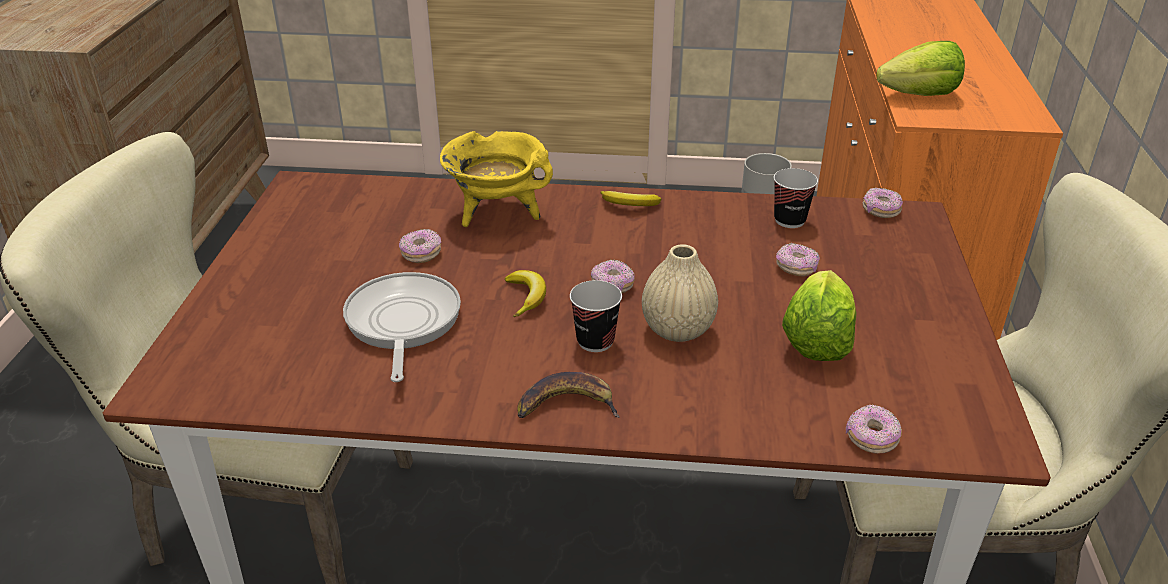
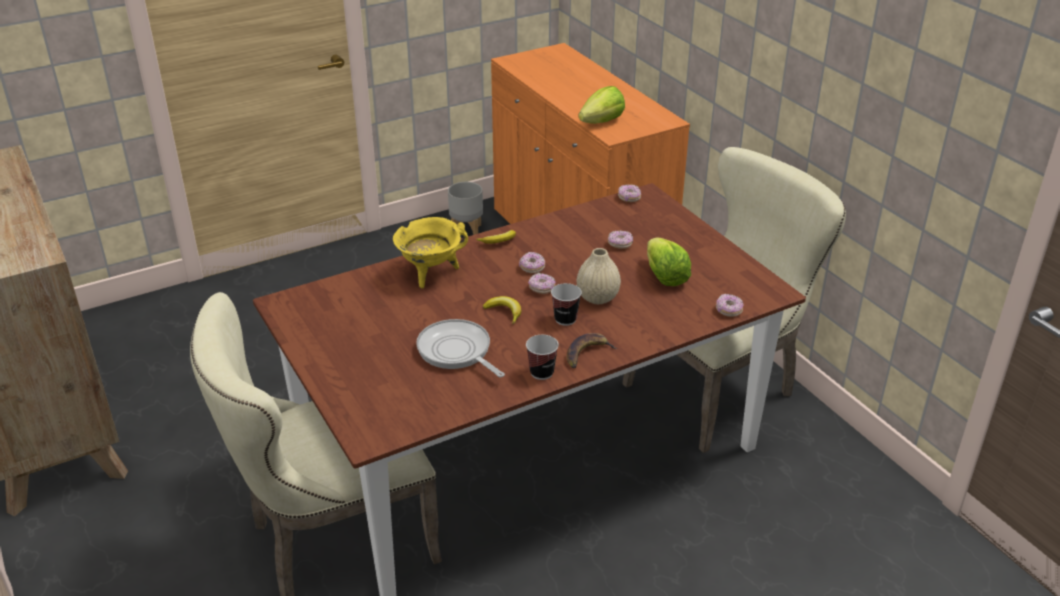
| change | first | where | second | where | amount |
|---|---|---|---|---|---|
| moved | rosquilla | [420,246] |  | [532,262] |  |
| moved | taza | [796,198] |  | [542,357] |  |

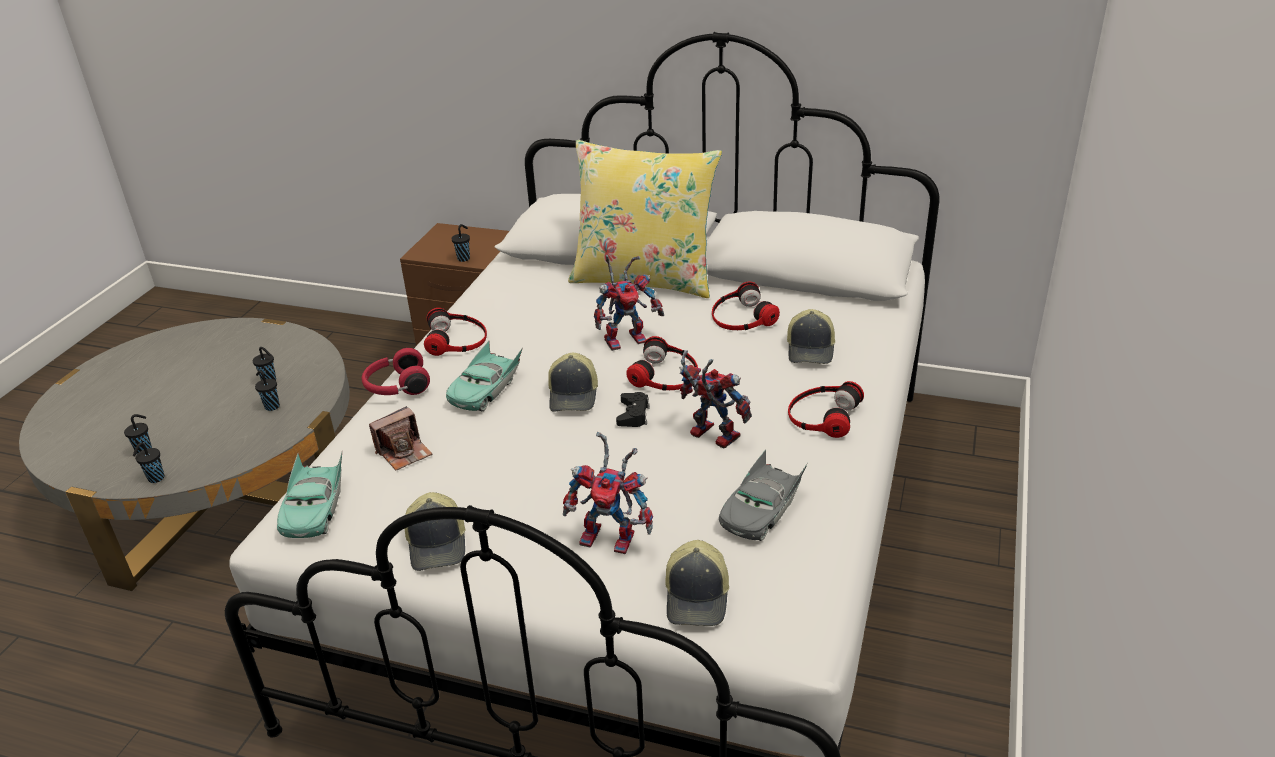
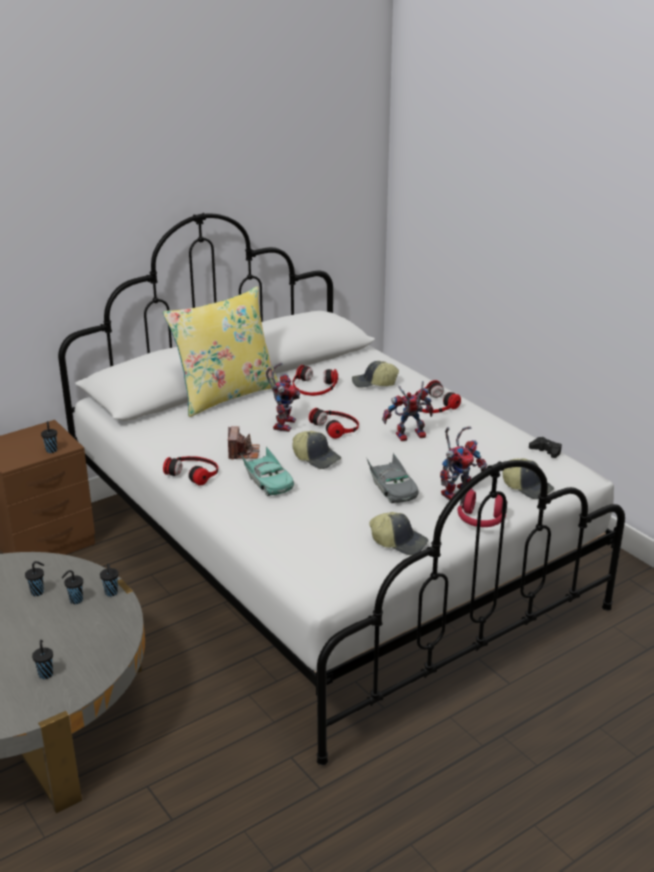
| change | first | where | second | where | amount |
|---|---|---|---|---|---|
| removed | coche de juguete [turquesa] | [309,495] |  |  |  |
| moved | taza [negro] | [149,463] |  | [109,580] |  |
| moved | auriculares [rojo] | [396,371] |  | [482,508] |  |
| moved | cámara | [400,438] |  | [244,443] |  |
| moved | mando de consola [negro] | [633,409] |  | [545,447] |  |
| moved | coche de juguete [gris] | [763,495] |  | [393,478] |  |
| turned | gorra | [811,336] |  | [375,374] | 135 degrees clockwise |

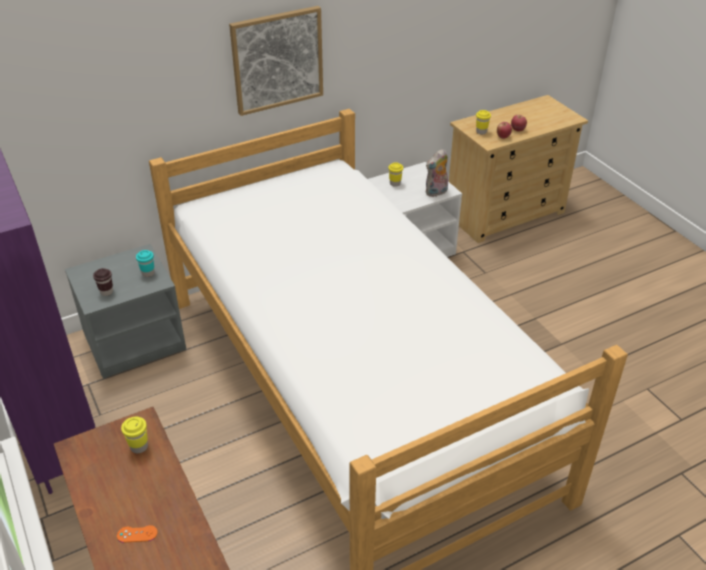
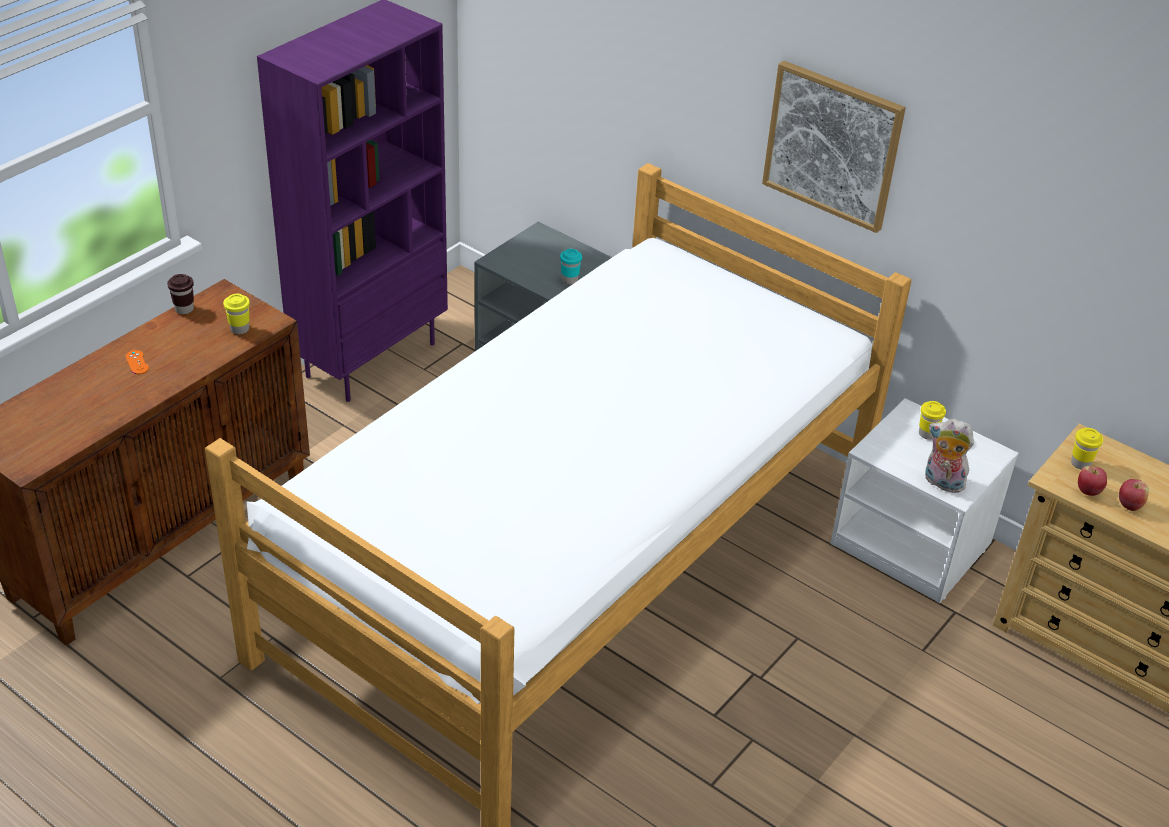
| change | first | where | second | where | amount |
|---|---|---|---|---|---|
| moved | taza [marrón] | [103,282] |  | [180,294] |  |

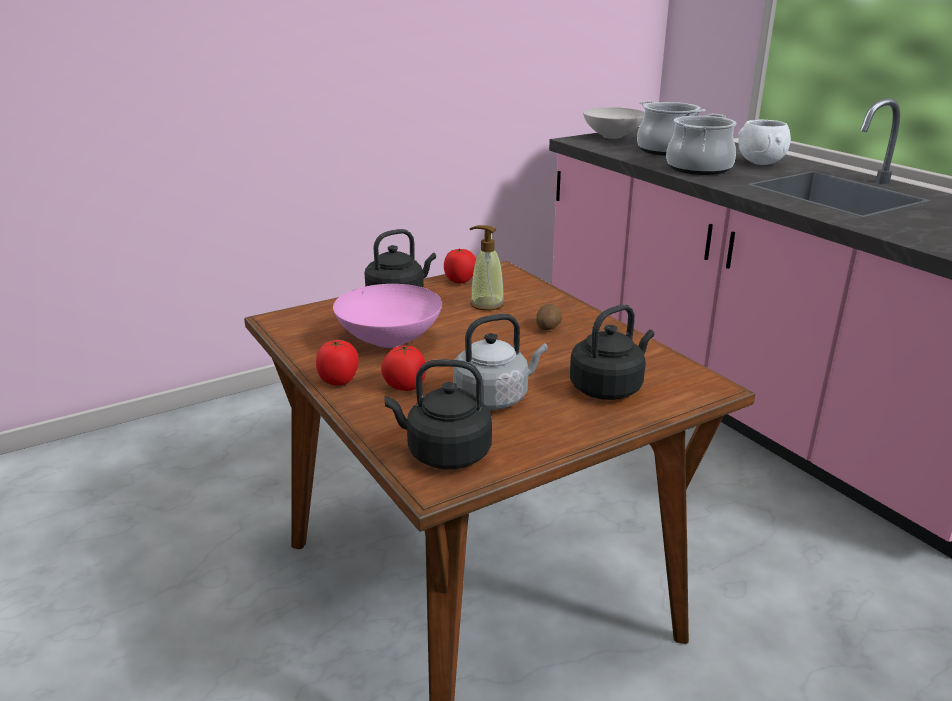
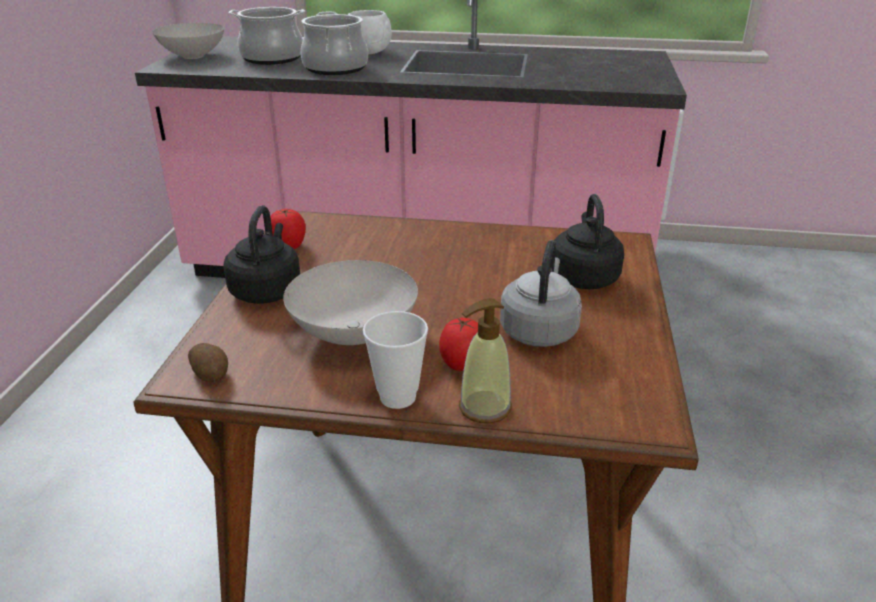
| change | first | where | second | where | amount |
|---|---|---|---|---|---|
| removed | hervidor [negro] | [438,414] |  |  |  |
| moved | dispensador de jabón | [487,268] |  | [485,361] |  |
| moved | patata | [549,317] |  | [208,362] |  |
| replaced | tomate | [337,362] | taza | [395,360] |  |
| recoloured | cuenco [rosa] | [387,316] | cuenco [blanco] | [350,302] |  |

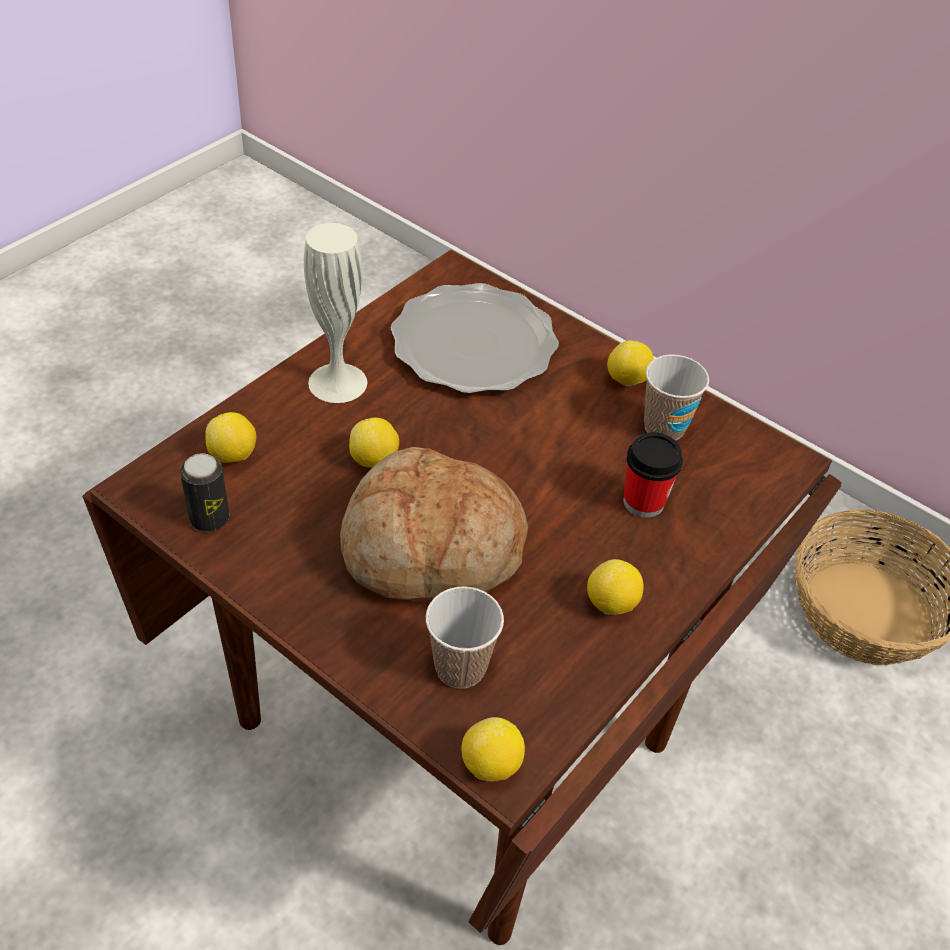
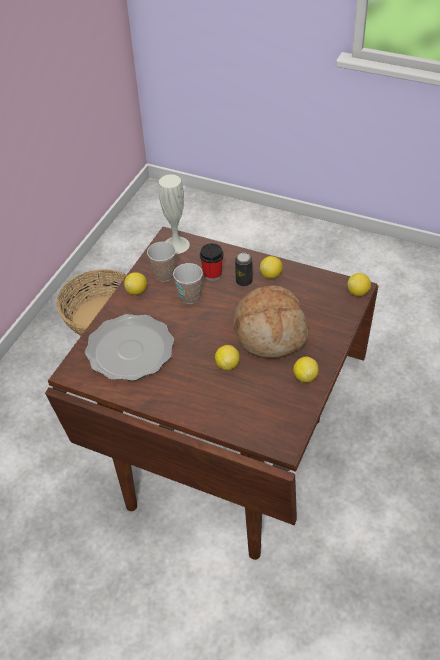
| change | first | where | second | where | amount |
|---|---|---|---|---|---|
| moved | lata | [204,492] |  | [243,269] |  |
| moved | limón | [230,437] |  | [306,369] |  |
| moved | florero [blanco] | [335,313] |  | [174,214] |  |
| moved | taza | [465,637] |  | [188,283] |  |

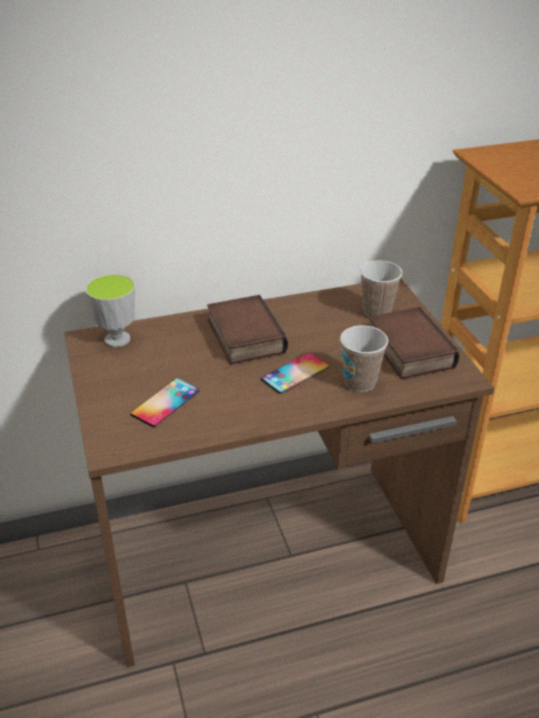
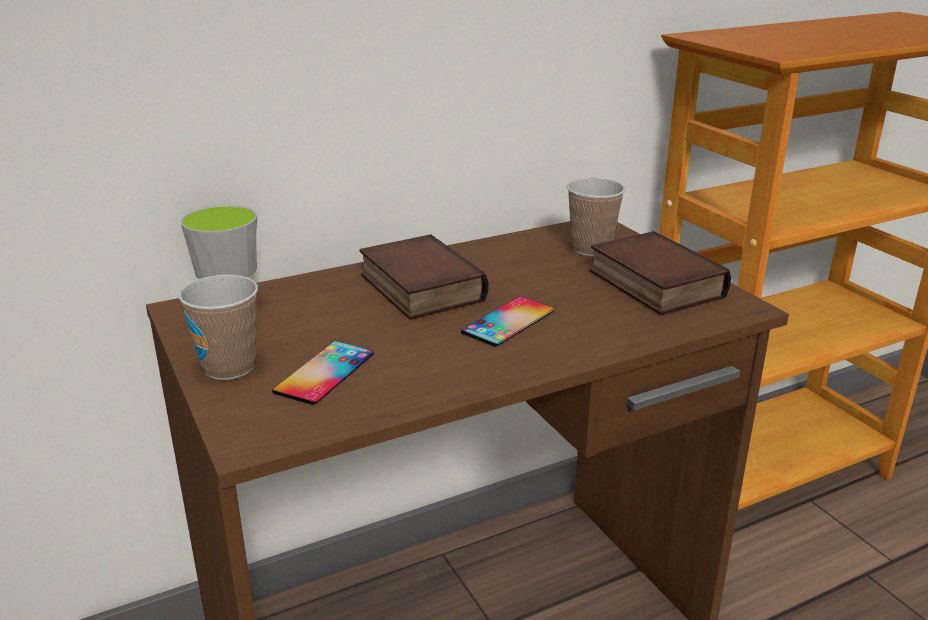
| change | first | where | second | where | amount |
|---|---|---|---|---|---|
| moved | taza | [364,358] |  | [218,327] |  |

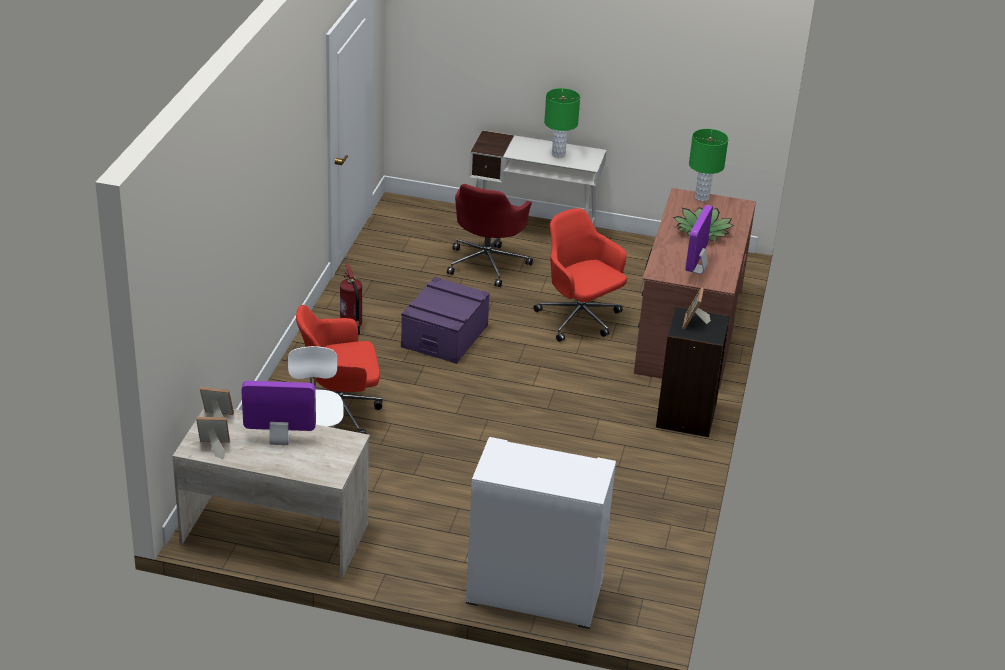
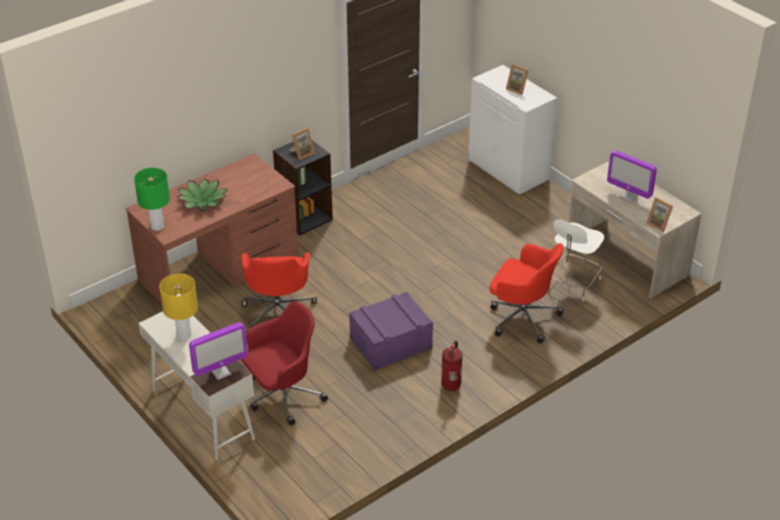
| change | first | where | second | where | amount |
|---|---|---|---|---|---|
| moved | portarretratos | [213,438] |  | [517,79] |  |
| moved | monitor | [699,239] |  | [218,351] |  |
| recoloured | lámpara de mesa [verde] | [562,123] | lámpara de mesa [amarillo] | [178,307] |  |

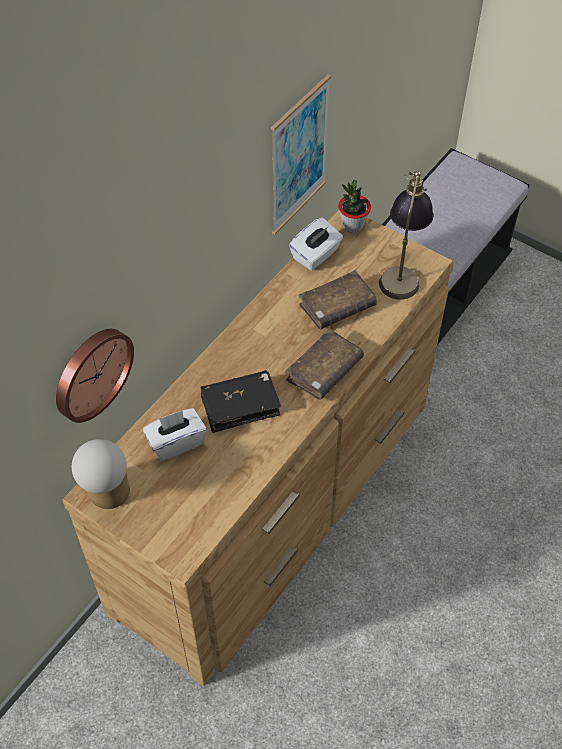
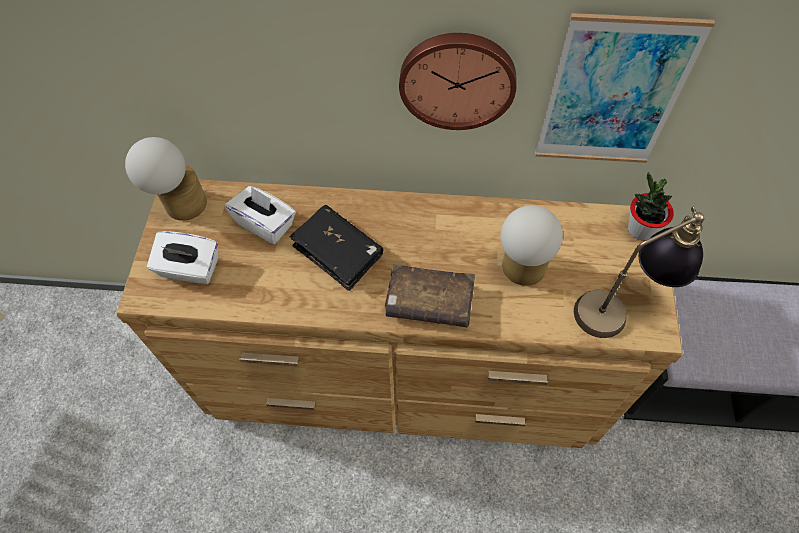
| change | first | where | second | where | amount |
|---|---|---|---|---|---|
| moved | reloj de pared | [95,376] |  | [457,81] |  |
| moved | caja de pañuelos [blanco] | [316,244] |  | [182,257] |  |
| replaced | libro [marrón] | [337,299] | lámpara de mesa | [532,245] |  |

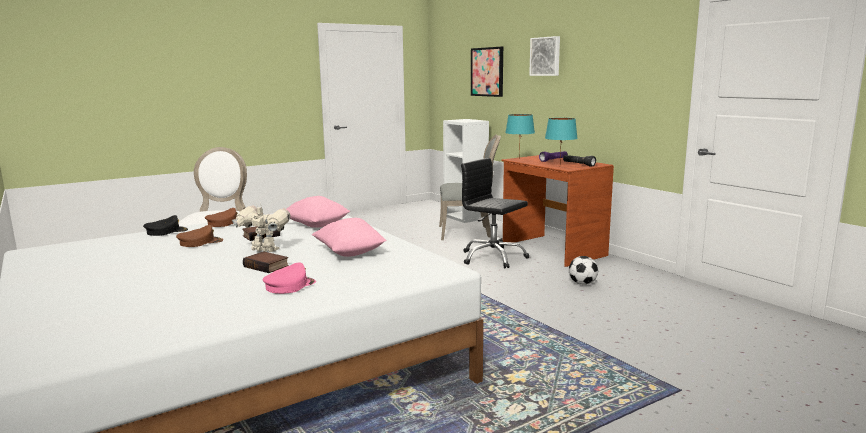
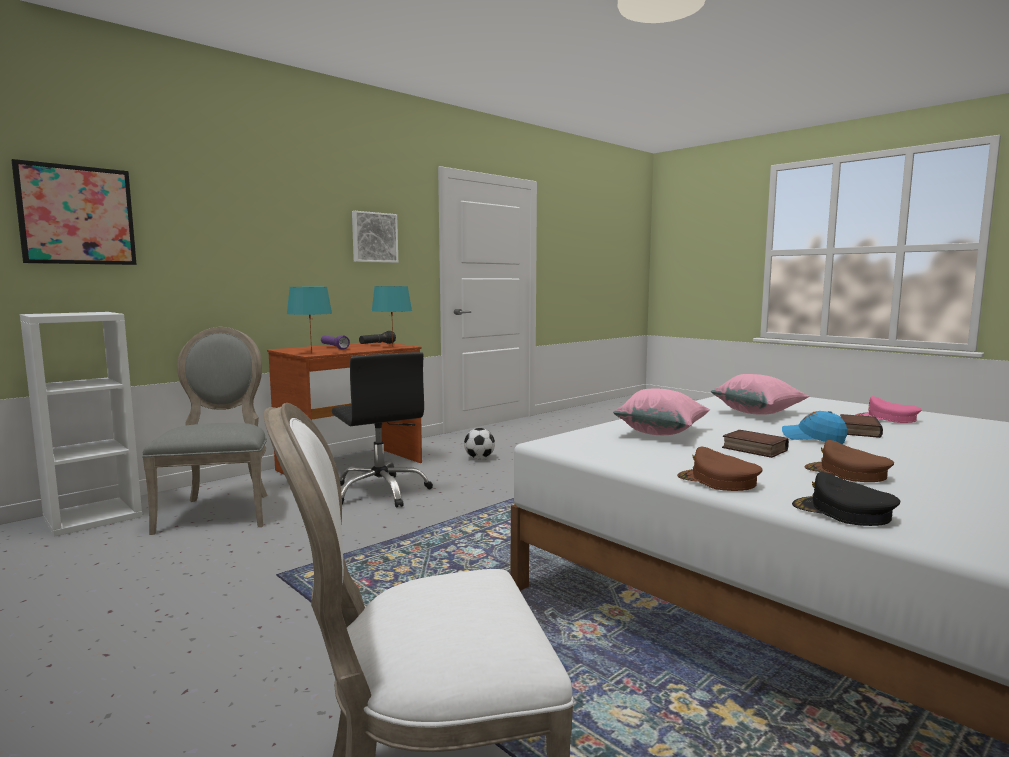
| change | first | where | second | where | amount |
|---|---|---|---|---|---|
| moved | cuadro | [544,56] |  | [375,237] |  |
| replaced | robot de juguete | [261,227] | gorra [azul] | [814,427] |  |
| turned | silla de oficina [negro] | [495,213] |  | [382,430] | 60 degrees counterclockwise |

